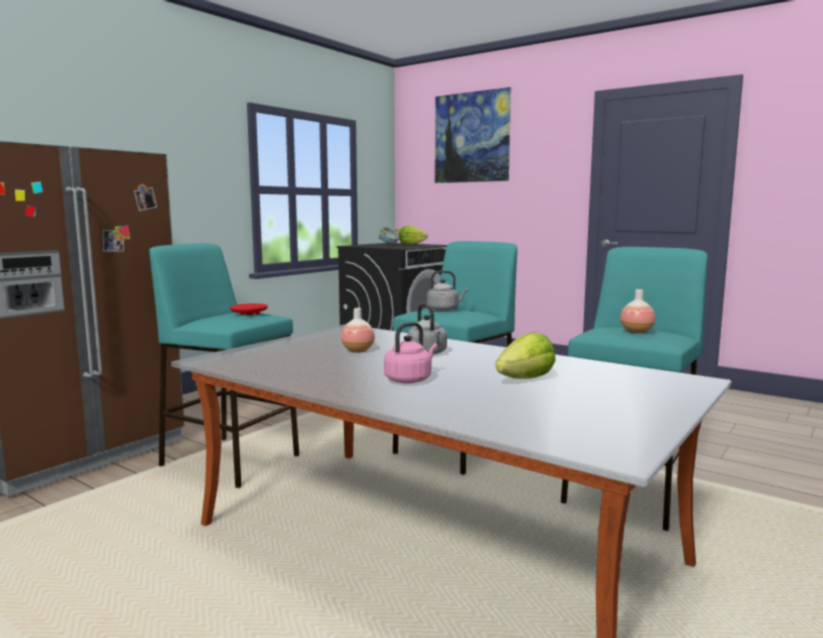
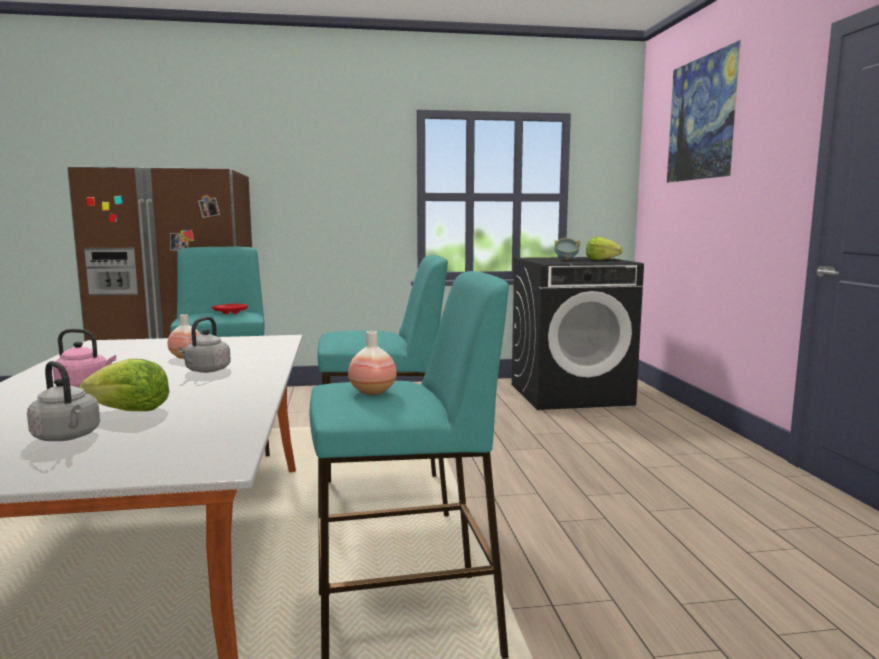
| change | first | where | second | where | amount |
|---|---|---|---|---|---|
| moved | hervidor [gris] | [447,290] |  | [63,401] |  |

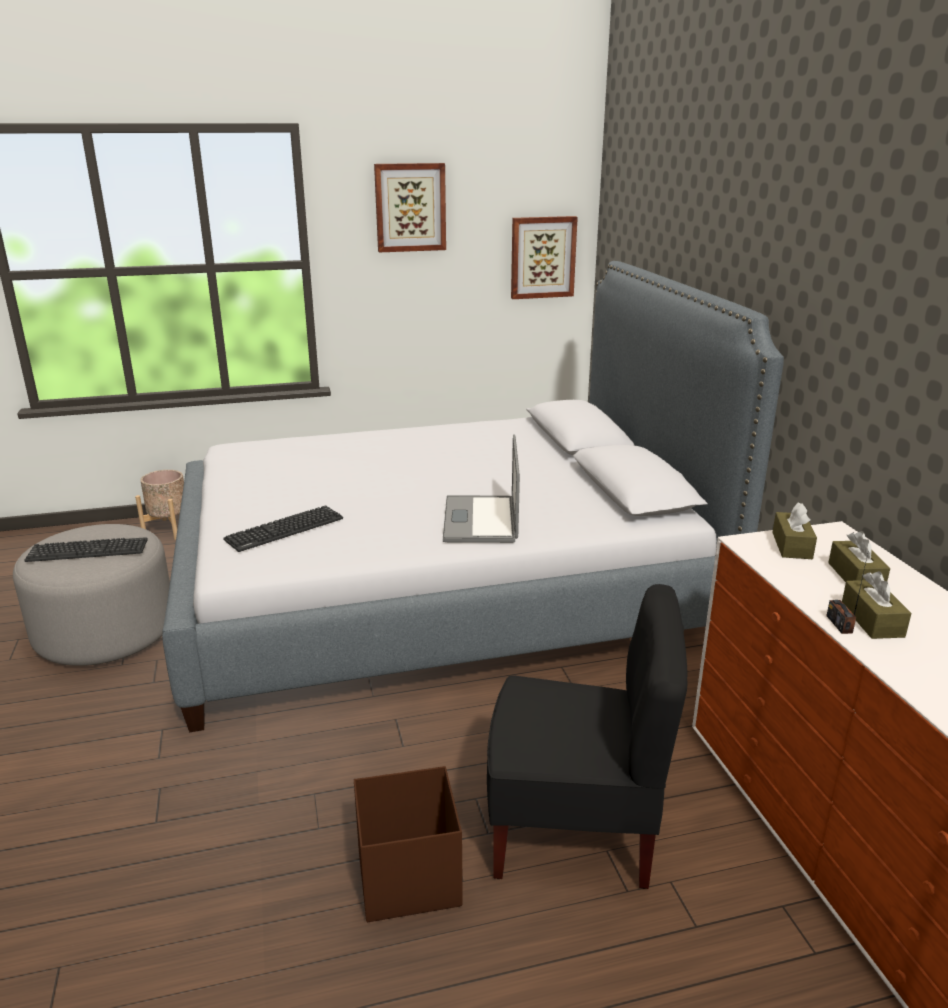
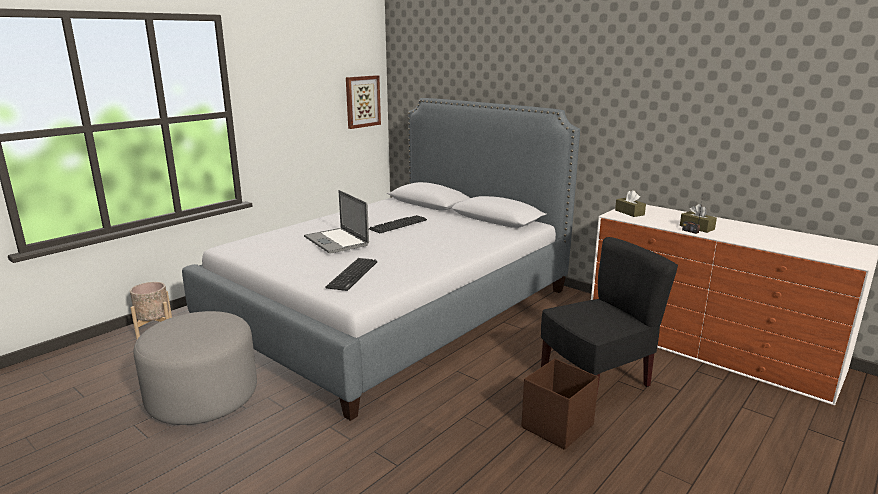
| change | first | where | second | where | amount |
|---|---|---|---|---|---|
| removed | cuadro | [410,207] |  |  |  |
| removed | caja de pañuelos [marrón] | [859,556] |  |  |  |
| moved | teclado | [86,549] |  | [398,224] |  |
| moved | portátil | [481,488] |  | [336,222] |  |

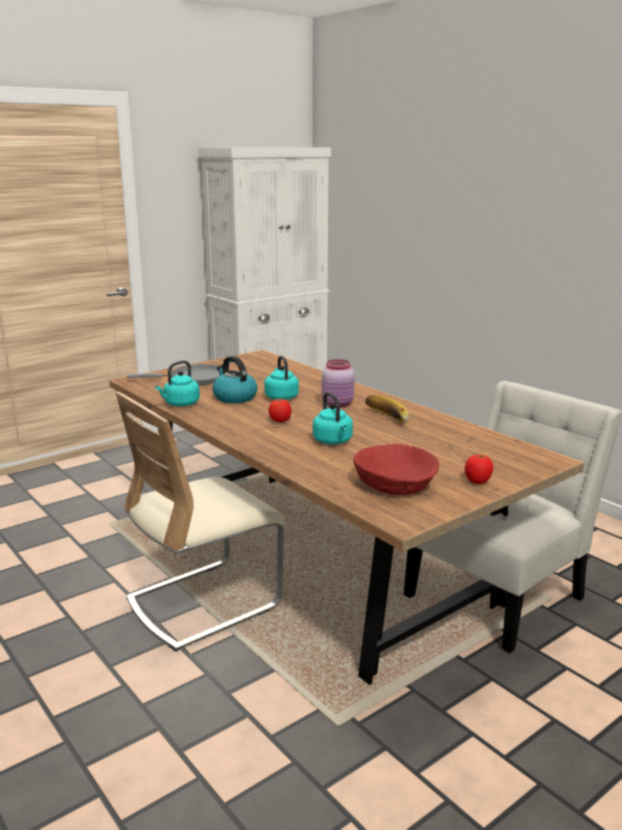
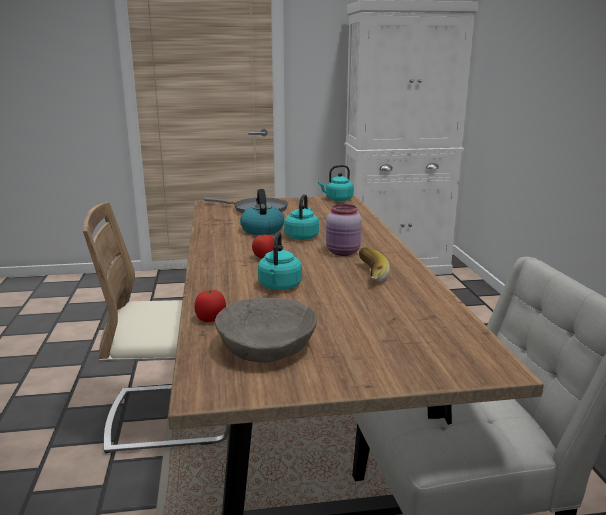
| change | first | where | second | where | amount |
|---|---|---|---|---|---|
| moved | hervidor [turquesa] | [177,383] |  | [336,183] |  |
| moved | tomate | [479,469] |  | [210,306] |  |
| recoloured | cuenco [rojo] | [396,469] | cuenco [beis] | [266,330] |  |

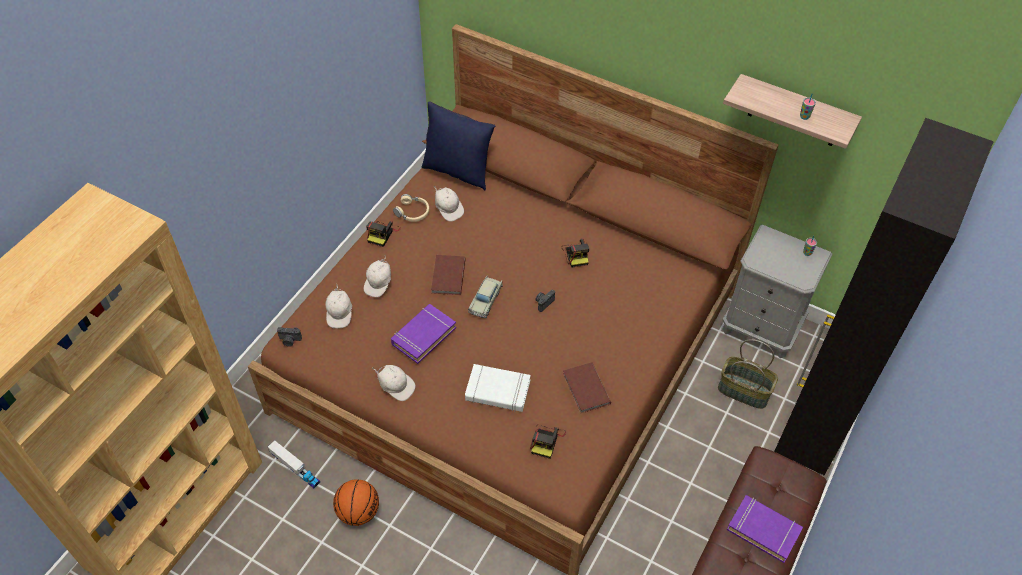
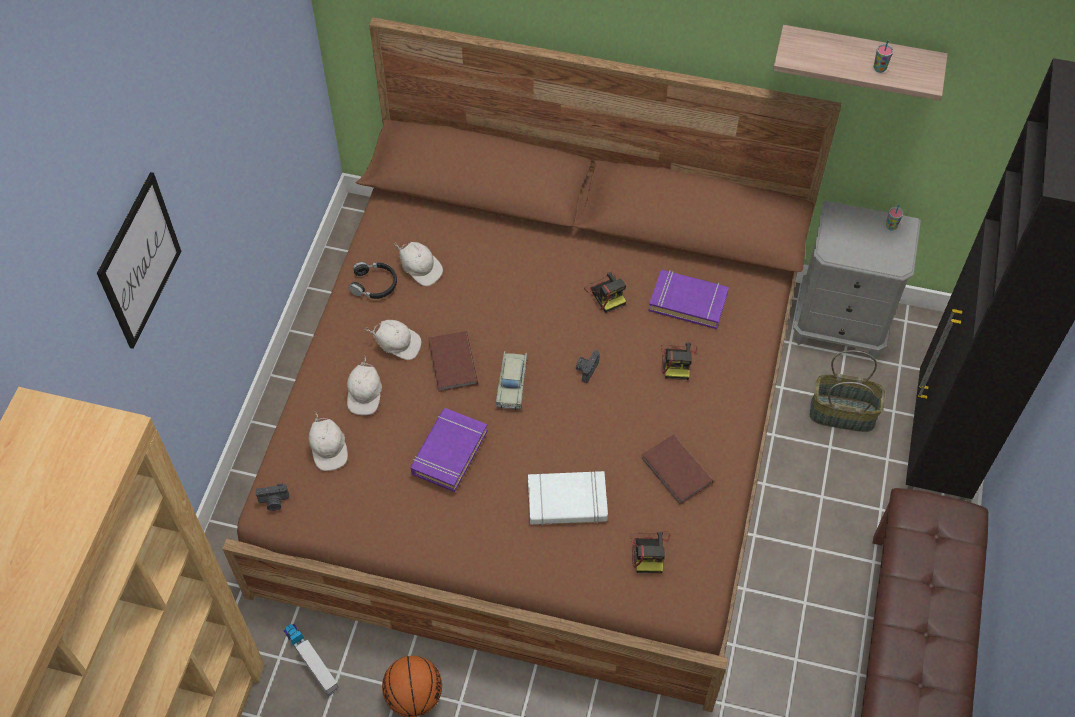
| change | first | where | second | where | amount |
|---|---|---|---|---|---|
| removed | cojín [azul] | [458,145] |  |  |  |
| added |  |  | cuadro | [139,260] |  |
| moved | cámara | [383,234] |  | [679,361] |  |
| moved | gorra [blanco] | [394,383] |  | [393,340] |  |
| moved | libro [morado] | [765,529] |  | [688,299] |  |
| recoloured | auriculares [beis] | [411,208] | auriculares [negro] | [373,280] |  |
| turned | camión de juguete | [294,464] |  | [311,659] | 150 degrees counterclockwise |

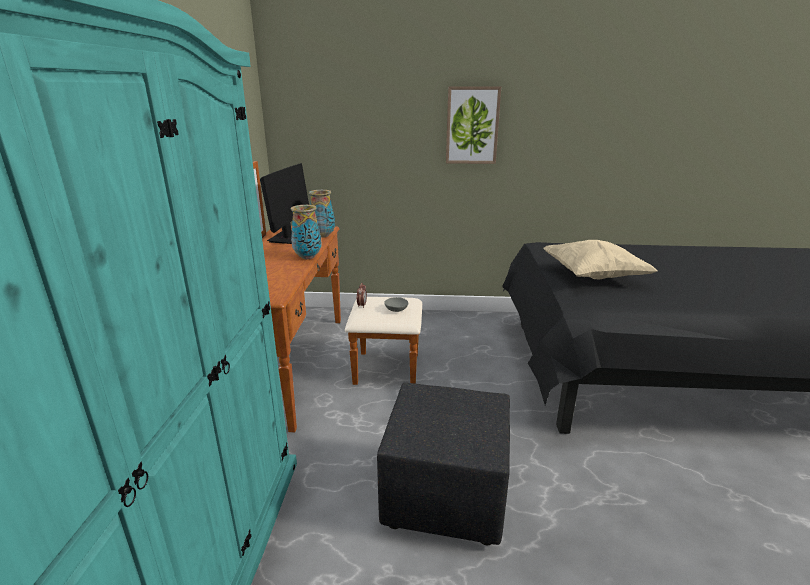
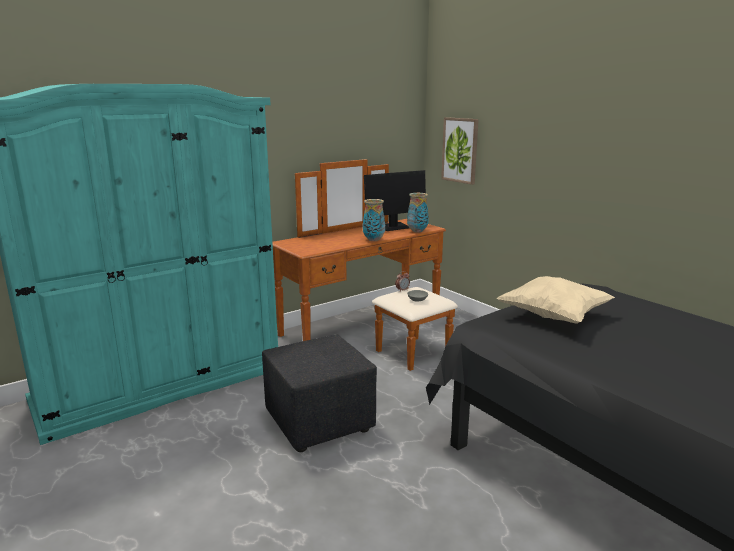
| change | first | where | second | where | amount |
|---|---|---|---|---|---|
| moved | cuadro | [473,125] |  | [460,151] |  |

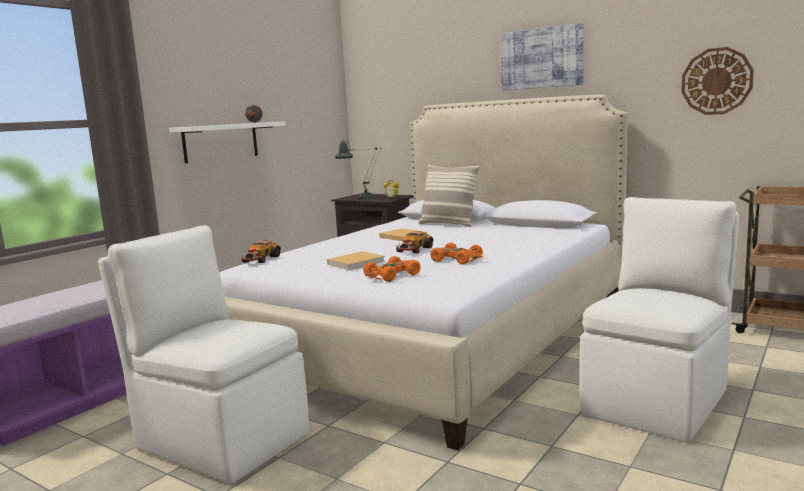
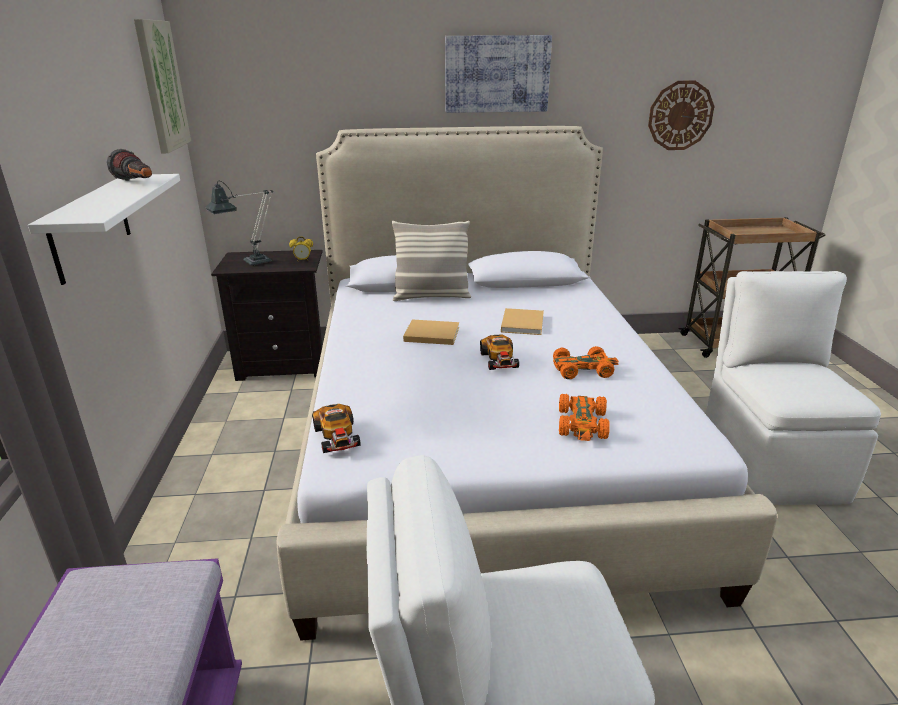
| change | first | where | second | where | amount |
|---|---|---|---|---|---|
| added |  |  | cuadro | [162,86] |  |
| moved | libro [beis] | [356,260] |  | [522,321] |  |

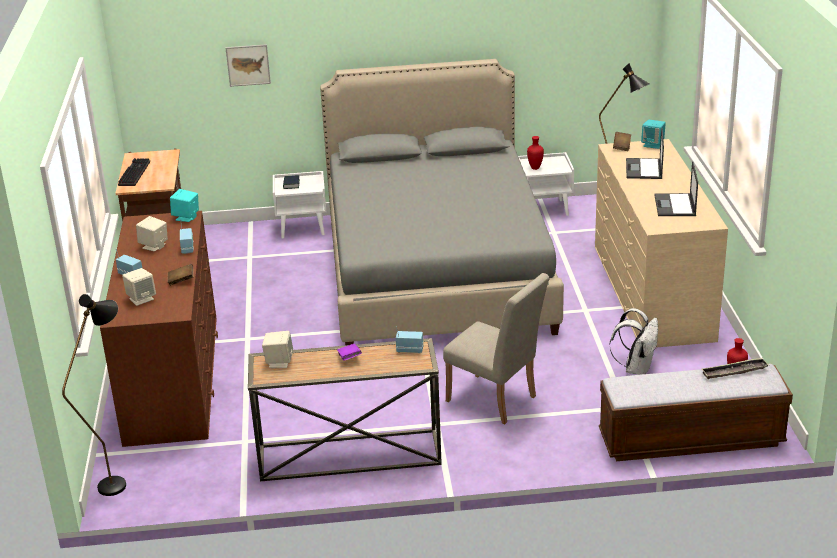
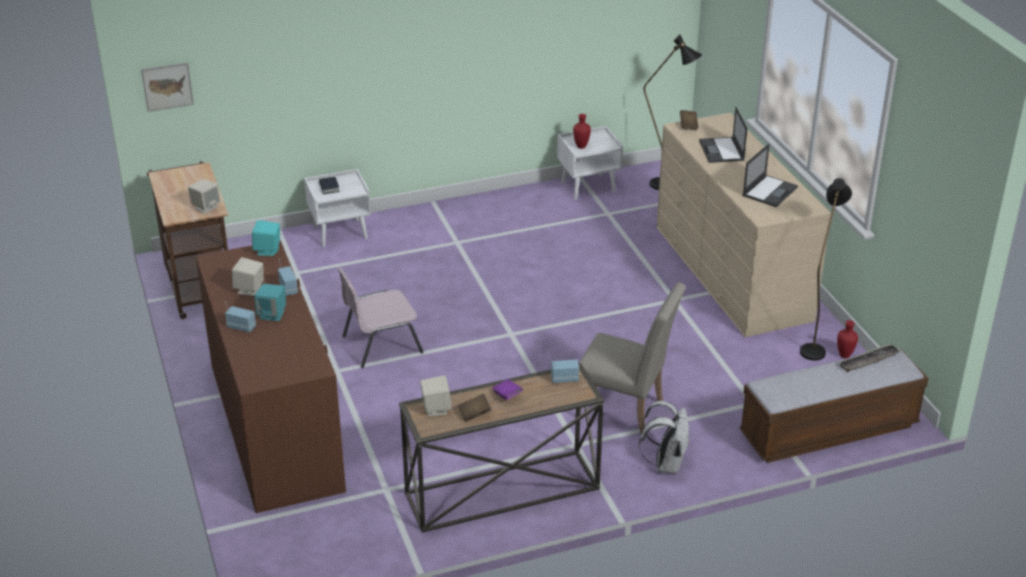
| change | first | where | second | where | amount |
|---|---|---|---|---|---|
| removed | teclado | [134,172] |  |  |  |
| removed | cama [gris] | [442,202] |  |  |  |
| added |  |  | silla [rosa] | [380,317] |  |
| moved | lámpara de pie [negro] | [94,395] |  | [826,269] |  |
| moved | altavoz [beis] | [139,287] |  | [204,196] |  |
| moved | libro [marrón] | [181,275] |  | [474,408] |  |
| moved | cuadro | [248,65] |  | [167,87] |  |
| moved | mochila [blanco] | [633,341] |  | [664,437] |  |
| moved | altavoz [turquesa] | [653,134] |  | [270,302] |  |
| turned | portátil | [676,188] |  | [770,175] | 135 degrees counterclockwise |

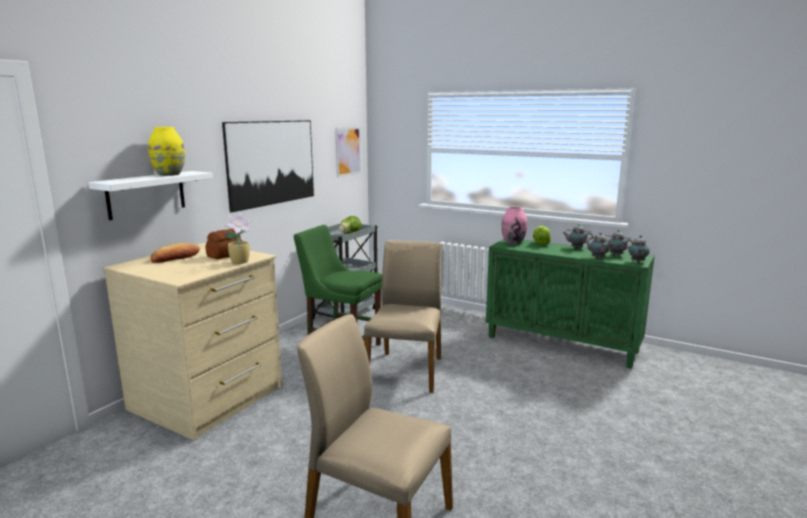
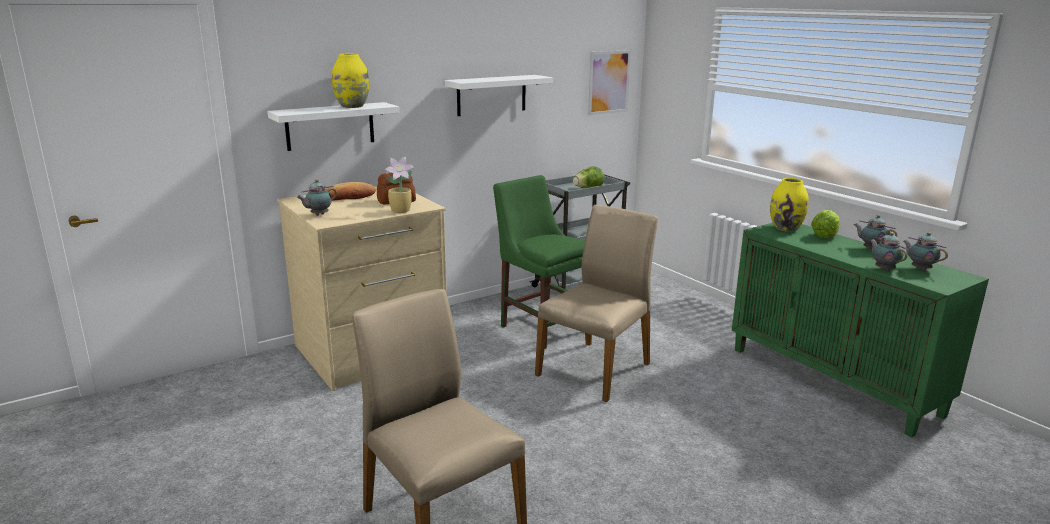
| change | first | where | second | where | amount |
|---|---|---|---|---|---|
| moved | tetera | [639,249] |  | [317,197] |  |
| replaced | cuadro | [268,166] | estante [blanco] | [499,95] |  |
| recoloured | florero [rosa] | [514,225] | florero [amarillo] | [789,205] |  |

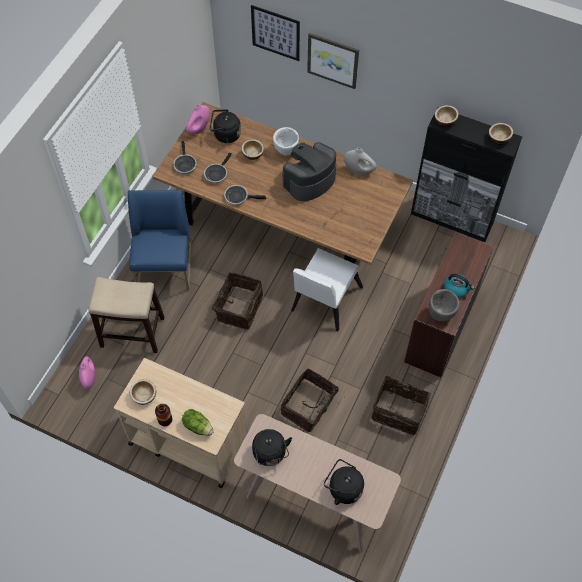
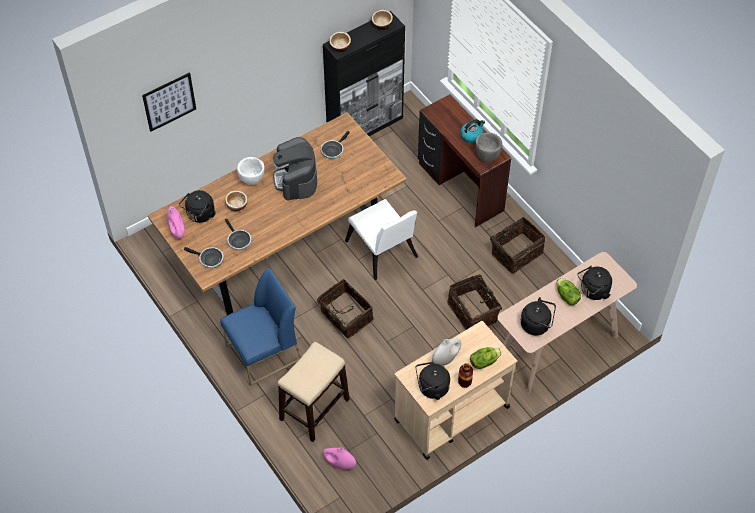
| change | first | where | second | where | amount |
|---|---|---|---|---|---|
| removed | cuadro | [333,61] |  |  |  |
| added |  |  | lechuga | [568,291] |  |
| moved | sartén | [245,195] |  | [335,145] |  |
| moved | florero [blanco] | [360,161] |  | [446,352] |  |
| replaced | cuenco | [143,392] | hervidor [negro] | [432,381] |  |
| turned | silla [azul] | [160,240] |  | [260,326] | 120 degrees clockwise |

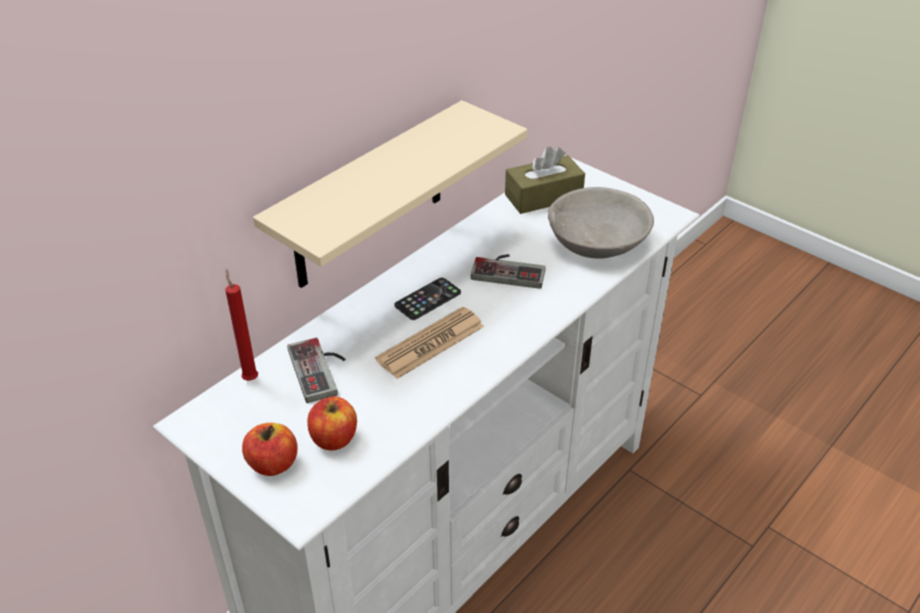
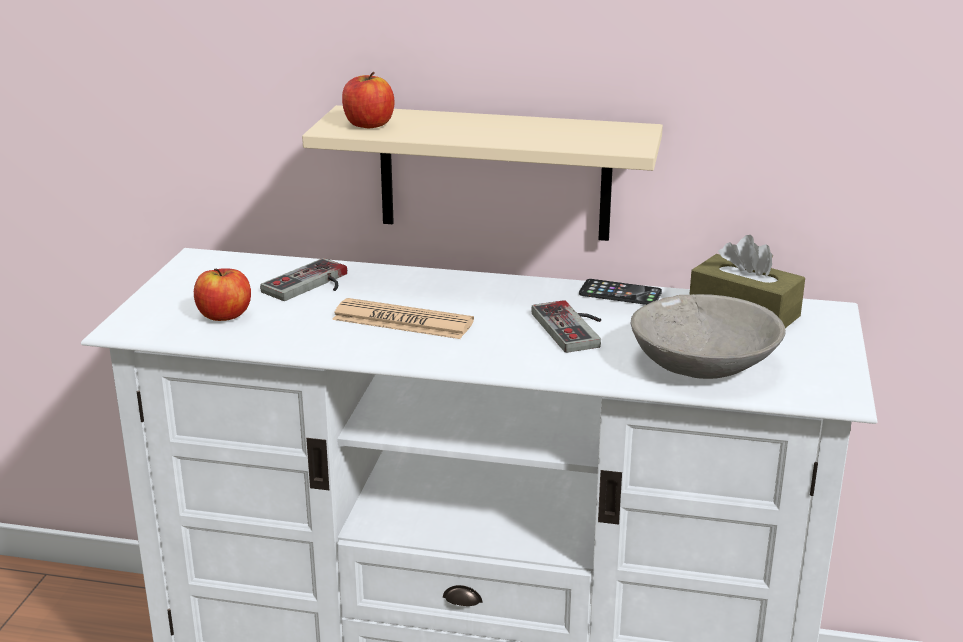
| change | first | where | second | where | amount |
|---|---|---|---|---|---|
| removed | vela [rojo] | [241,325] |  |  |  |
| moved | manzana | [270,449] |  | [368,100] |  |
| moved | móvil | [427,299] |  | [620,292] |  |

